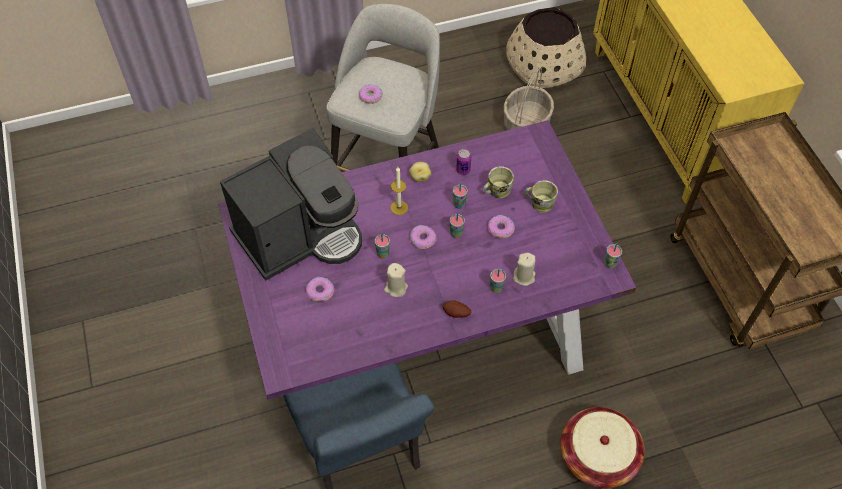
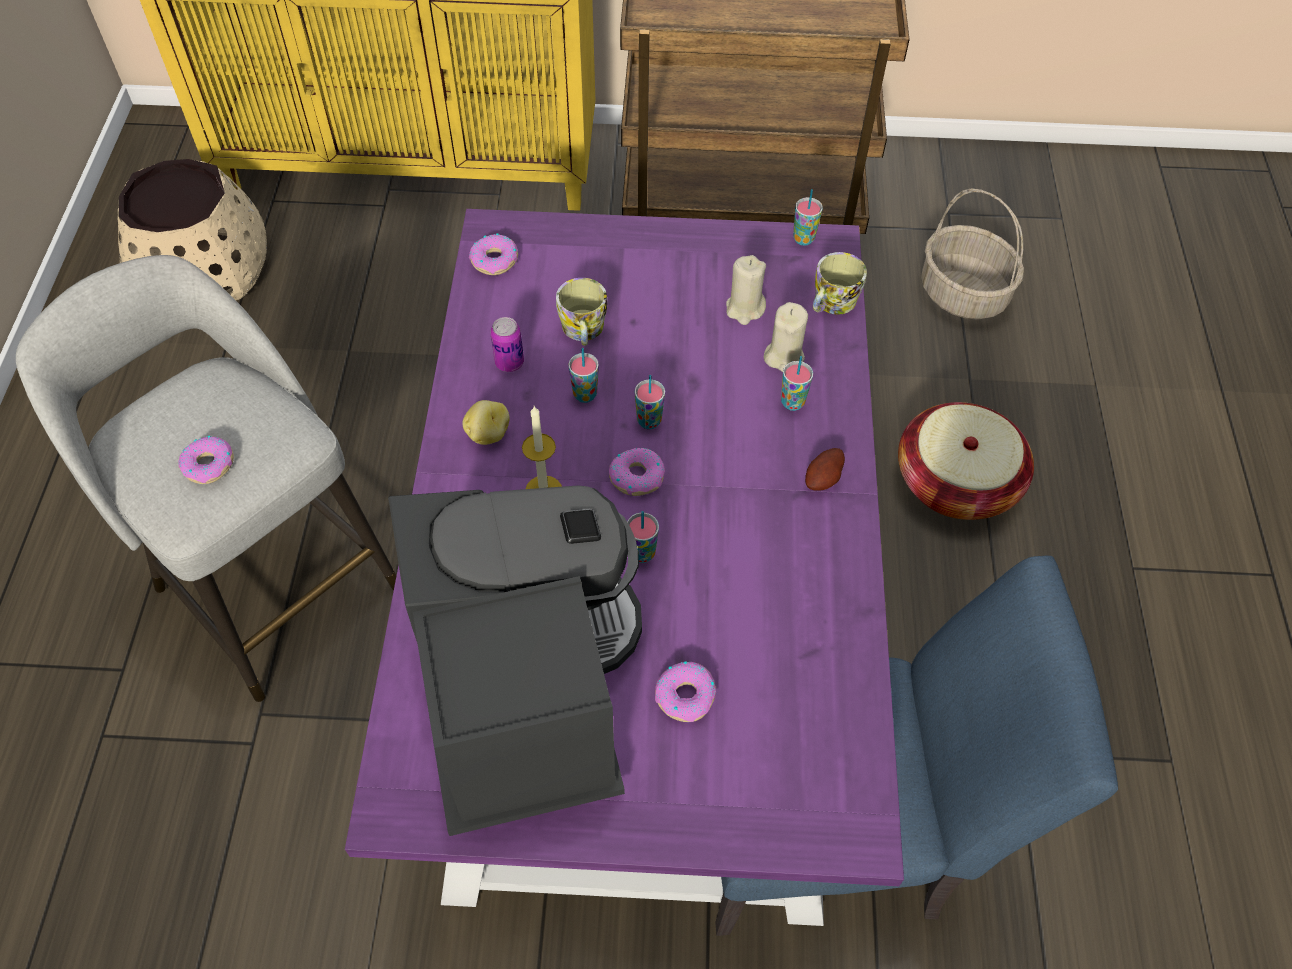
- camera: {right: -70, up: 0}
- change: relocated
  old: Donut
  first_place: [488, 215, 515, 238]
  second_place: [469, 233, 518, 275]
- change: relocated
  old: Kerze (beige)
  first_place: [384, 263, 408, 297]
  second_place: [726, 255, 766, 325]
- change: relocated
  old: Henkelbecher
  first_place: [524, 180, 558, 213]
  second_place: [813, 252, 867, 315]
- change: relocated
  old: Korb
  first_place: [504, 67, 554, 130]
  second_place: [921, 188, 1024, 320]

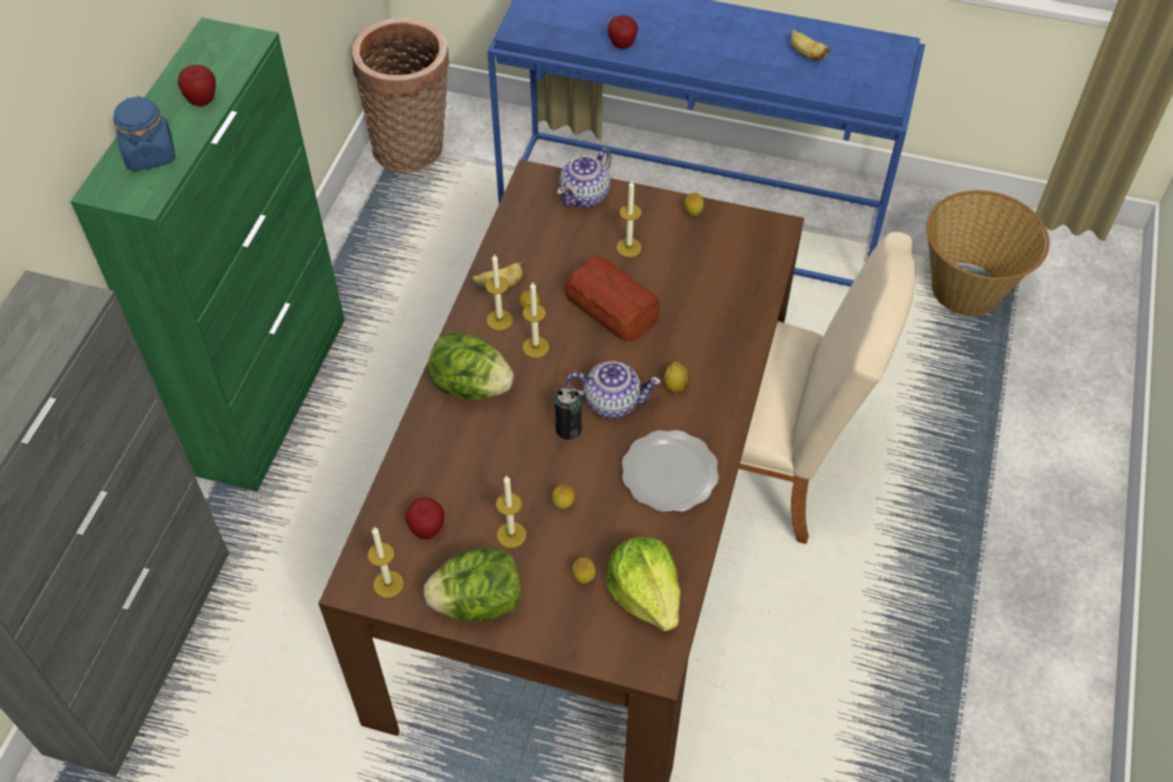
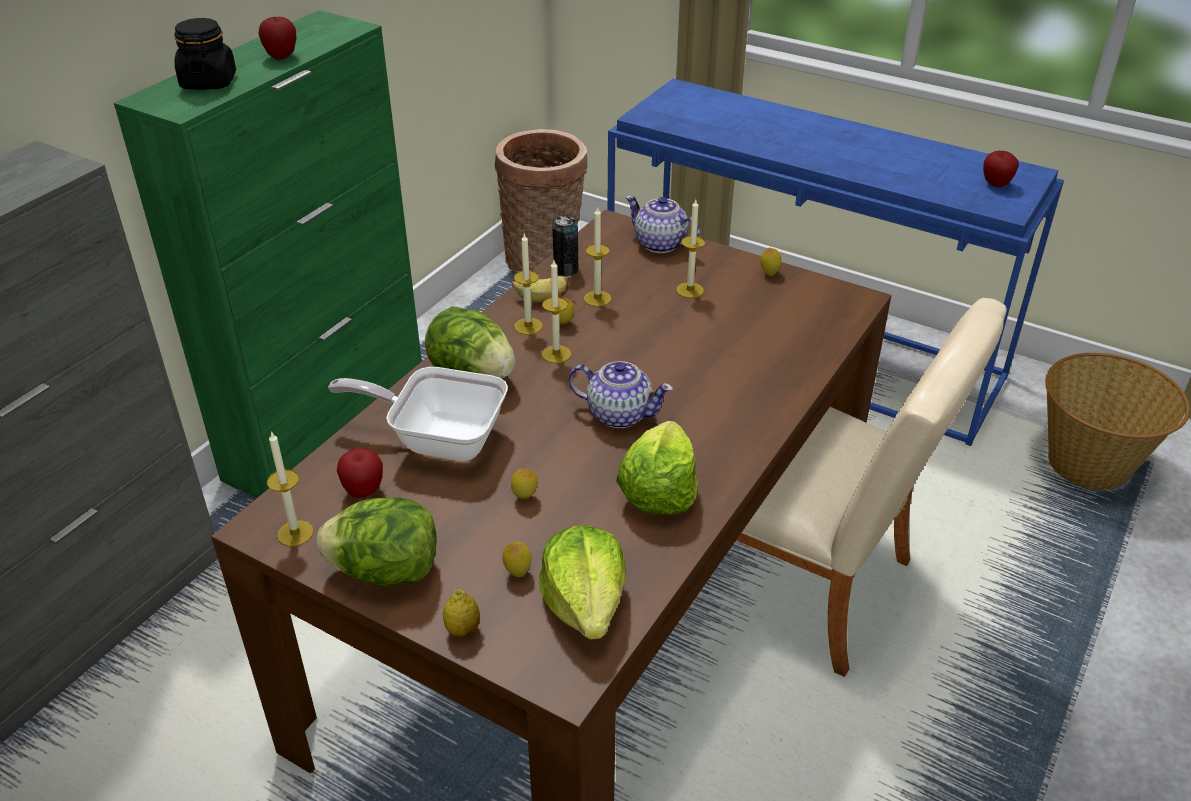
- camera: {right: 15, up: -15}
- change: colour
  old: Vorratsglas (blau)
  new: Vorratsglas (schwarz)
  first_place: [114, 95, 176, 171]
  second_place: [174, 18, 236, 90]
- change: appeared
  new: Pfanne
  second_place: [328, 367, 508, 461]
- change: relocated
  old: Zitrone
  first_place: [664, 362, 690, 393]
  second_place: [443, 589, 480, 637]
- change: relocated
  old: Dose
  first_place: [555, 387, 582, 440]
  second_place: [552, 216, 579, 276]
- change: relocated
  old: Kerze
  first_place: [496, 475, 526, 548]
  second_place: [584, 206, 611, 307]
- change: exchanged
  old: Teller
  new: Salatkopf
  first_place: [622, 430, 719, 512]
  second_place: [616, 421, 698, 515]
- change: spun
  old: Teekanne
  first_place: [557, 148, 612, 208]
  second_place: [625, 195, 700, 253]
  degrees: 75
- change: relocated
  old: Apfel
  first_place: [607, 15, 638, 49]
  second_place: [983, 151, 1019, 187]
- change: missing
  old: Brot
  first_place: [565, 255, 660, 342]
- change: missing
  old: Banane
  first_place: [791, 29, 831, 60]

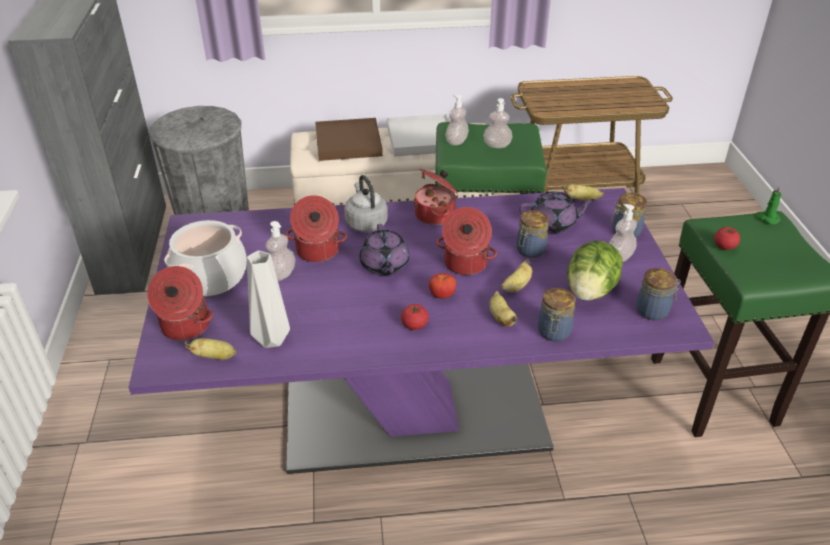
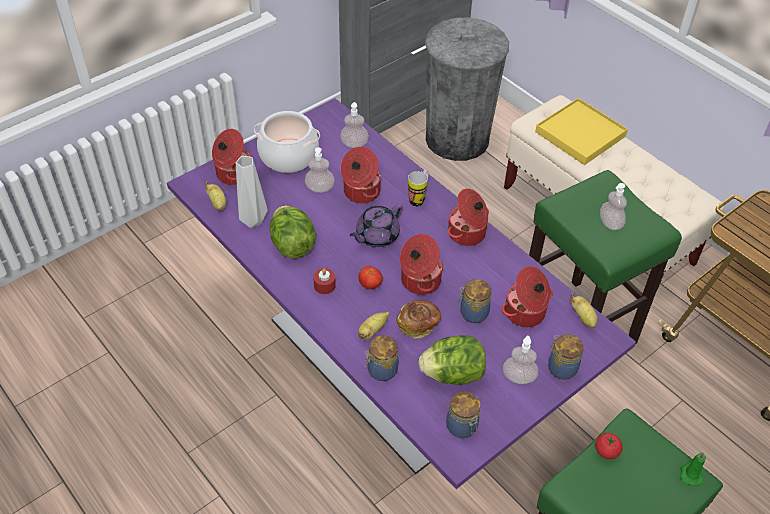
- camera: {right: 55, up: 10}
- change: appeared
  new: Salatkopf
  second_place: [270, 206, 316, 258]
- change: exchanged
  old: Tomate
  new: Kerze (rot)
  first_place: [401, 304, 429, 330]
  second_place: [313, 268, 336, 294]
- change: relocated
  old: Seifenspender
  first_place: [445, 95, 469, 146]
  second_place: [340, 102, 369, 148]
- change: exchanged
  old: Banane
  new: Brot
  first_place: [501, 259, 533, 292]
  second_place: [396, 300, 441, 338]
- change: exchanged
  old: Wasserkessel (grau)
  new: Henkelbecher
  first_place: [344, 175, 388, 232]
  second_place: [408, 170, 429, 207]
- change: exchanged
  old: Teekanne (lila)
  new: Kochtopf
  first_place: [519, 191, 595, 233]
  second_place: [502, 266, 553, 327]
- change: colour
  old: Tablett (braun)
  new: Tablett (gelb)
  first_place: [315, 118, 383, 161]
  second_place: [535, 98, 628, 165]
- change: missing
  old: Tablett (weiß)
  first_place: [387, 114, 449, 157]

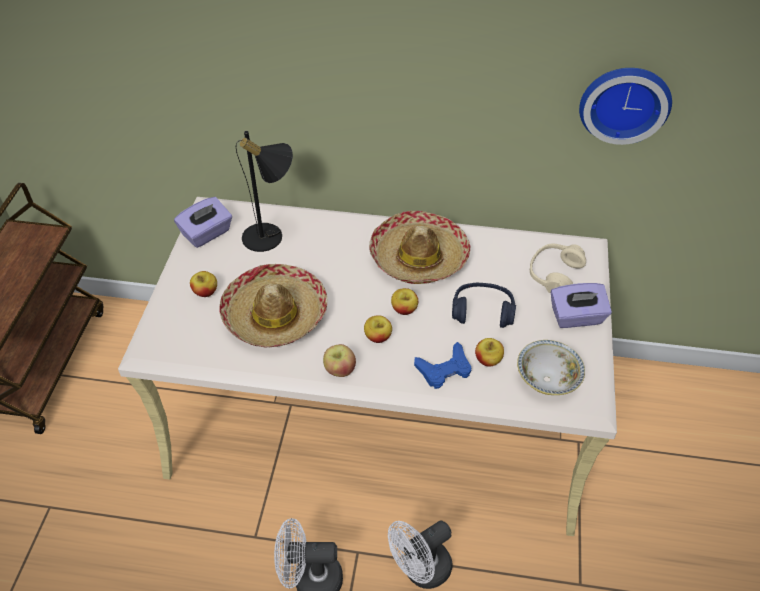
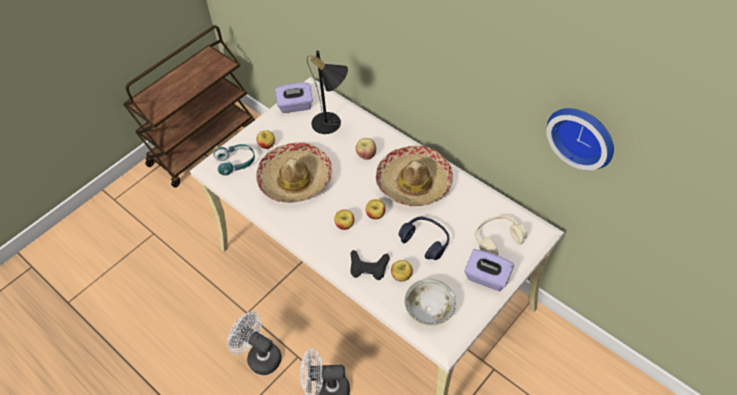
- camera: {right: 35, up: 5}
- change: appeared
  new: Kopfhörer (türkis)
  second_place: [213, 144, 255, 176]
- change: colour
  old: Gamepad (blau)
  new: Gamepad (schwarz)
  first_place: [414, 342, 471, 389]
  second_place: [350, 250, 390, 280]
- change: relocated
  old: Apfel
  first_place: [323, 344, 356, 377]
  second_place: [355, 138, 376, 160]

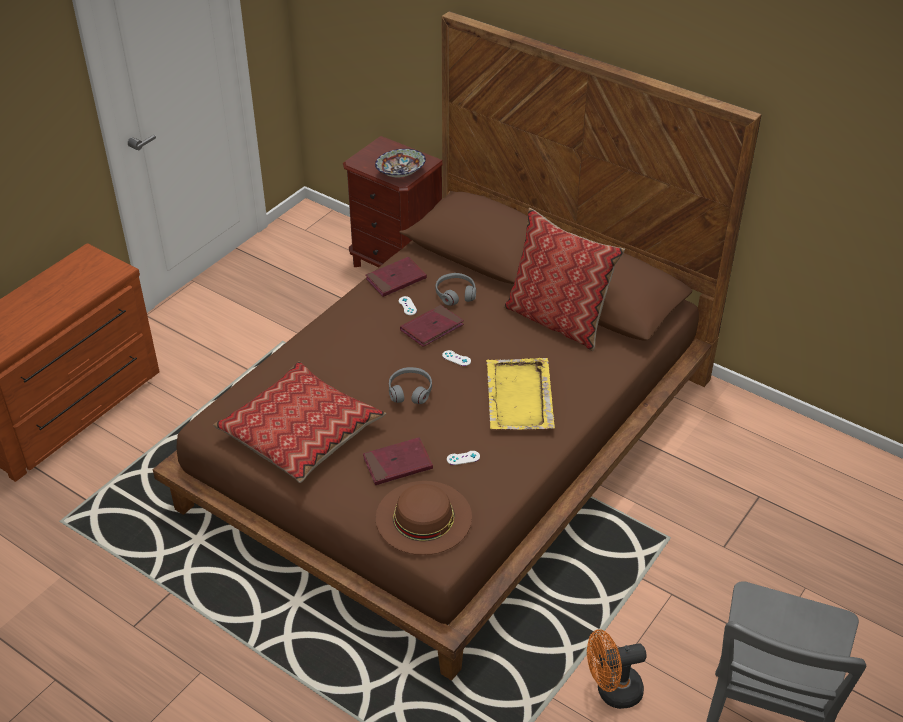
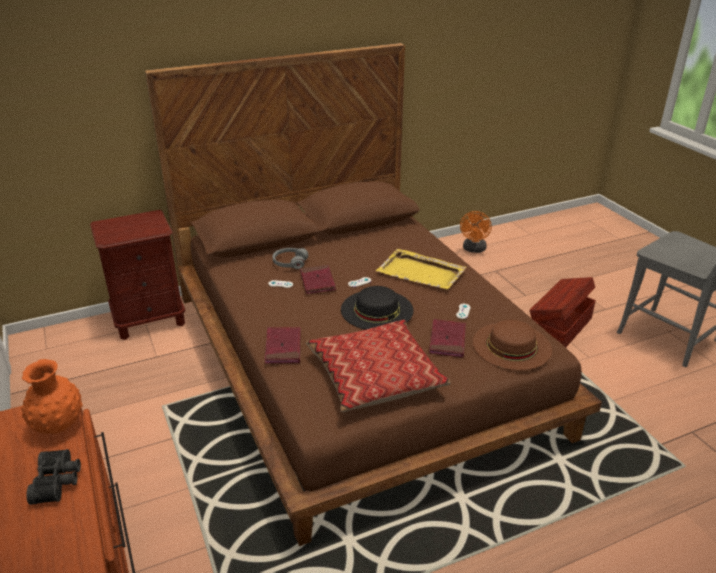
- camera: {right: -60, up: -10}
- change: appeared
  new: Vase (orange)
  second_place: [21, 359, 83, 434]
- change: appeared
  new: Fernglas (schwarz)
  second_place: [27, 449, 81, 505]
- change: relocated
  old: Buch (rot)
  first_place: [365, 257, 427, 297]
  second_place: [265, 327, 301, 364]
- change: exchanged
  old: Kopfhörer (grau)
  new: Hut (schwarz)
  first_place: [389, 367, 432, 404]
  second_place: [341, 286, 413, 330]
- change: relocated
  old: Ventilator (orange)
  first_place: [587, 629, 647, 709]
  second_place: [460, 211, 492, 253]
- change: appeared
  new: Aufbewahrungsbox (braun)
  second_place: [529, 277, 596, 347]
- change: missing
  old: Schüssel
  first_place: [375, 149, 426, 177]
- change: missing
  old: Kissen
  first_place: [504, 208, 625, 351]

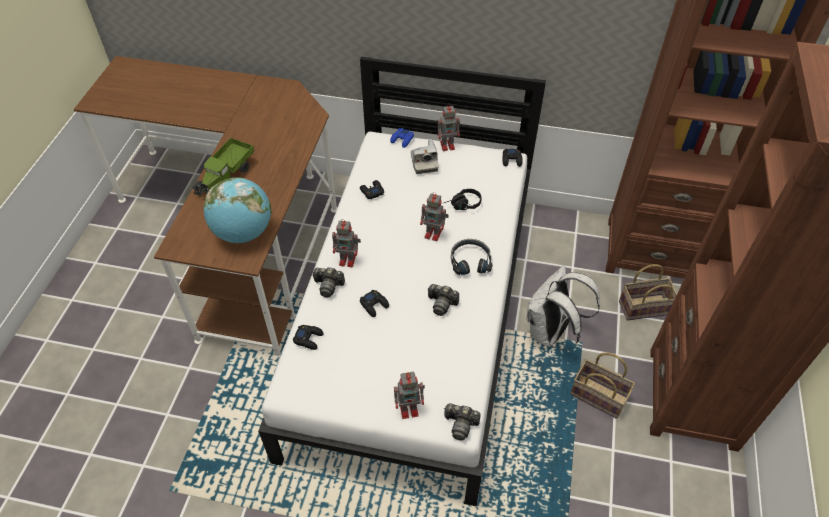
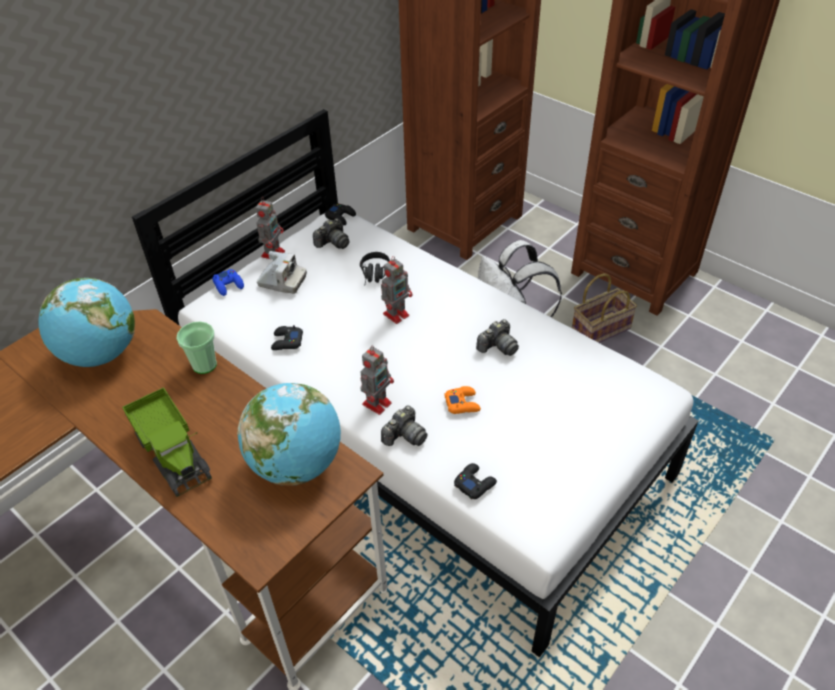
- camera: {right: -60, up: -5}
- change: appeared
  new: Globus
  second_place: [38, 278, 135, 367]
- change: appeared
  new: Tasse
  second_place: [176, 321, 217, 374]
- change: relocated
  old: Kamera
  first_place: [444, 403, 480, 441]
  second_place: [313, 218, 349, 249]
- change: colour
  old: Gamepad (schwarz)
  new: Gamepad (orange)
  first_place: [360, 290, 389, 317]
  second_place: [444, 386, 481, 414]
- change: missing
  old: Spielzeugroboter
  first_place: [394, 372, 425, 419]
- change: missing
  old: Kopfhörer (schwarz)
  first_place: [451, 239, 493, 275]
- change: missing
  old: Korb
  first_place: [619, 264, 677, 320]

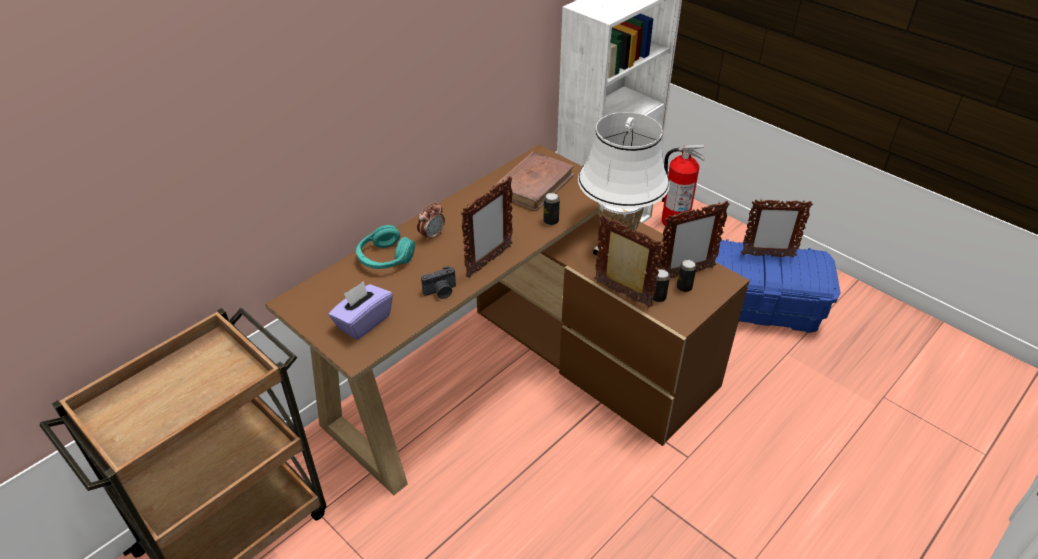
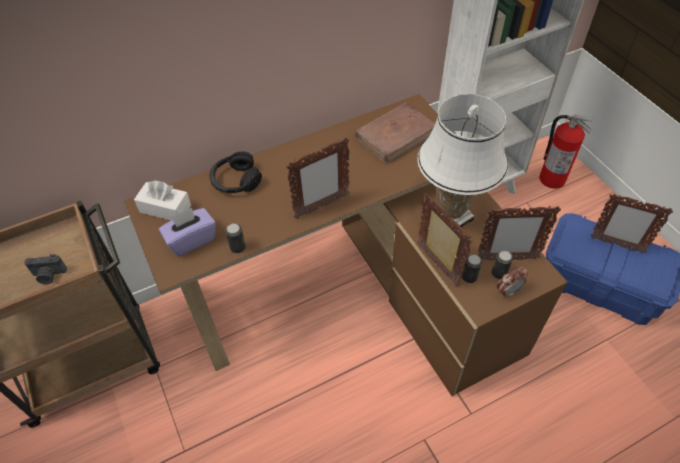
- camera: {right: 20, up: 10}
- change: relocated
  old: Kamera
  first_place: [421, 266, 456, 299]
  second_place: [24, 254, 67, 284]
- change: appeared
  new: Taschentuchbox (weiß)
  second_place: [134, 181, 191, 220]
- change: colour
  old: Kopfhörer (türkis)
  new: Kopfhörer (schwarz)
  first_place: [356, 225, 415, 269]
  second_place: [209, 152, 262, 193]
- change: relocated
  old: Dose
  first_place: [543, 193, 560, 225]
  second_place: [225, 223, 246, 253]
- change: relocated
  old: Wecker
  first_place: [417, 202, 445, 242]
  second_place: [497, 267, 528, 299]

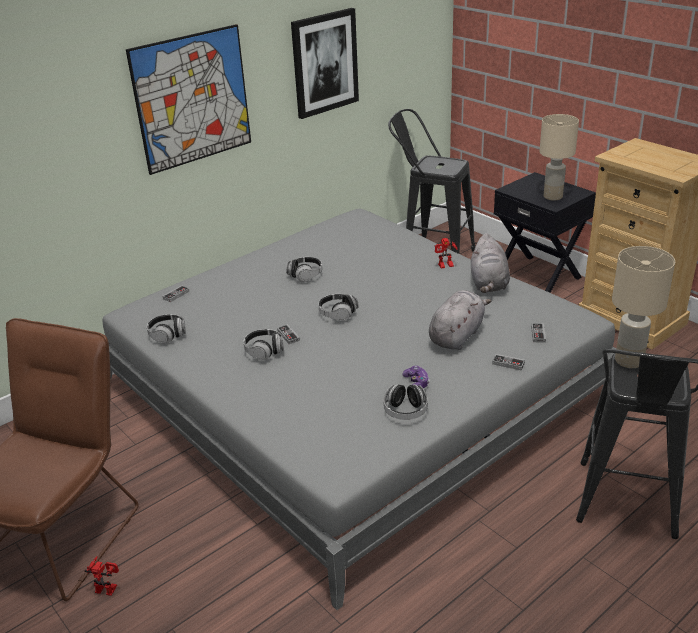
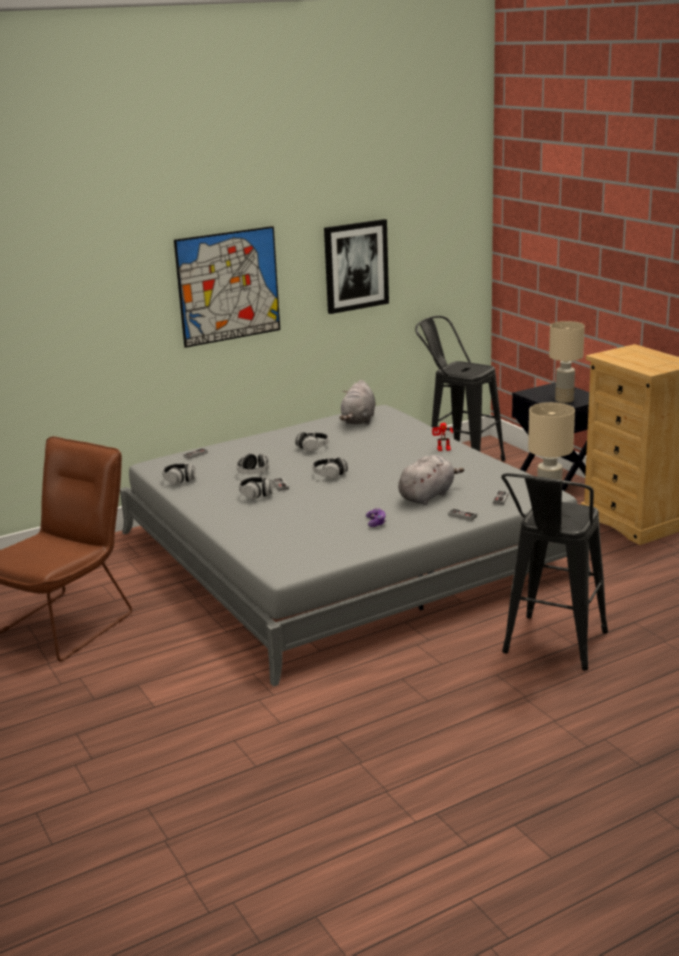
- camera: {right: 10, up: -10}
- change: relocated
  old: Kopfhörer
  first_place: [384, 384, 428, 420]
  second_place: [236, 453, 269, 474]
- change: relocated
  old: Plüschtier (grau)
  first_place: [471, 233, 510, 293]
  second_place: [339, 380, 376, 424]
- change: missing
  old: Spielzeugroboter
  first_place: [84, 557, 119, 596]

